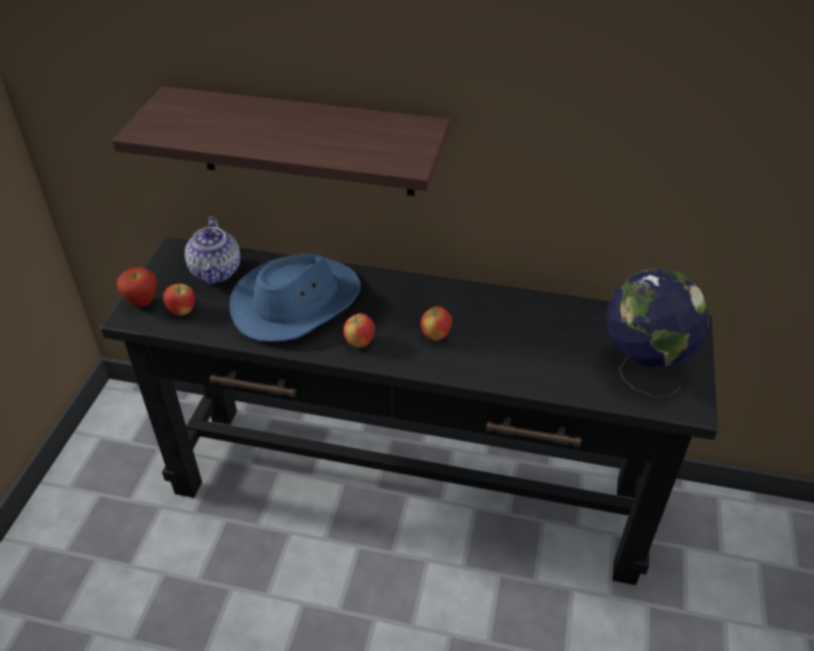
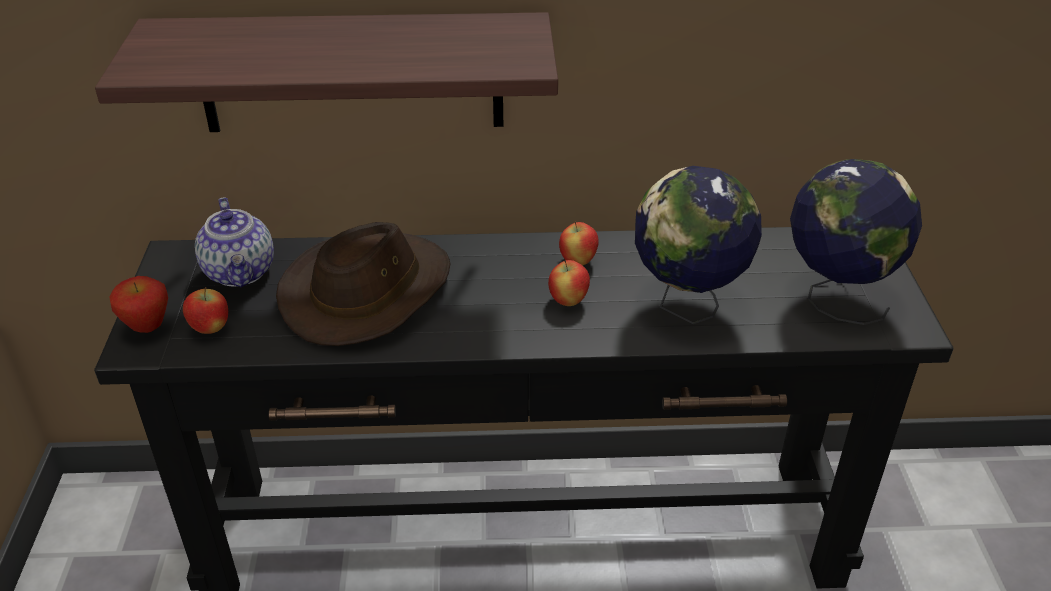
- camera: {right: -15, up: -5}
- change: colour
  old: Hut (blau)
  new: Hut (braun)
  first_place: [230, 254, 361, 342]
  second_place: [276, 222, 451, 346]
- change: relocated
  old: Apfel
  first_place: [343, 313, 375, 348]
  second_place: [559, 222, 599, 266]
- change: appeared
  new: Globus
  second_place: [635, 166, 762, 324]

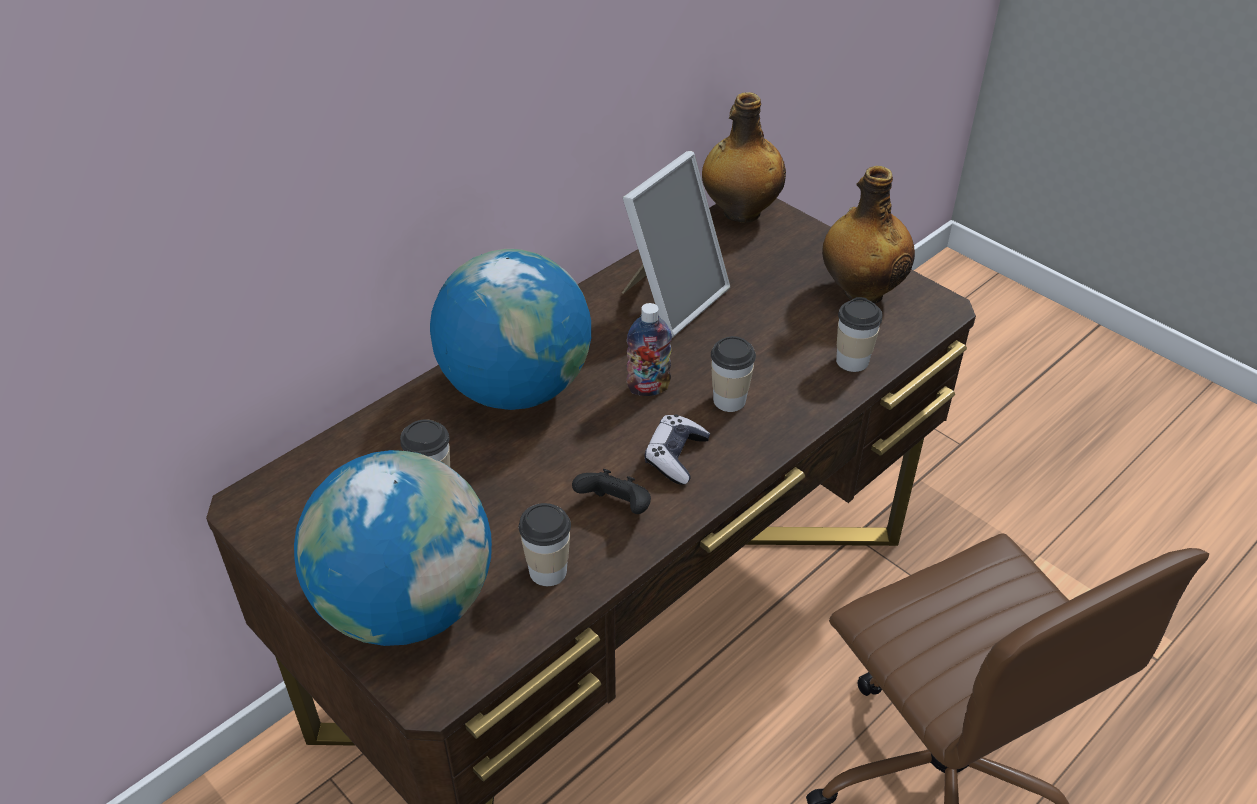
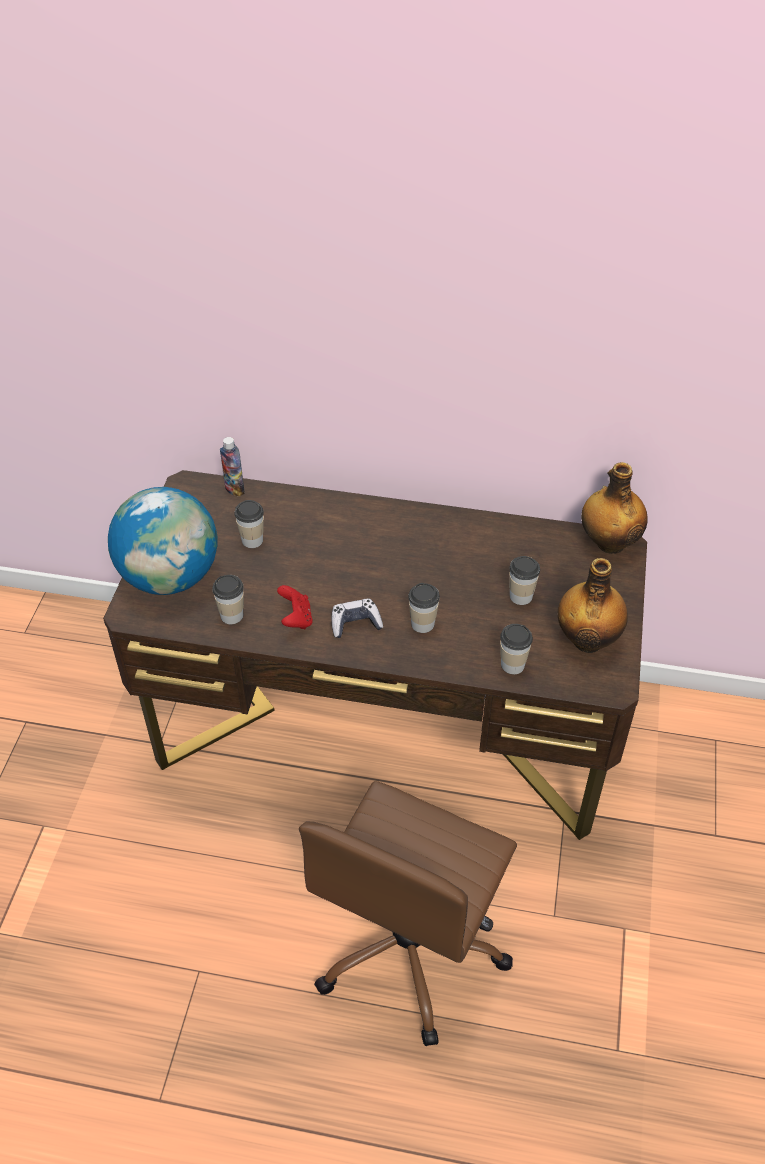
- camera: {right: 55, up: 5}
- change: relocated
  old: Flasche
  first_place: [627, 303, 672, 396]
  second_place: [220, 437, 245, 497]
- change: colour
  old: Gamepad (schwarz)
  new: Gamepad (rot)
  first_place: [572, 469, 651, 514]
  second_place: [277, 585, 313, 629]
- change: appeared
  new: Tasse
  second_place: [509, 556, 540, 605]
- change: missing
  old: Globus
  first_place: [430, 249, 591, 410]
- change: missing
  old: Bilderrahmen
  first_place: [622, 151, 730, 338]

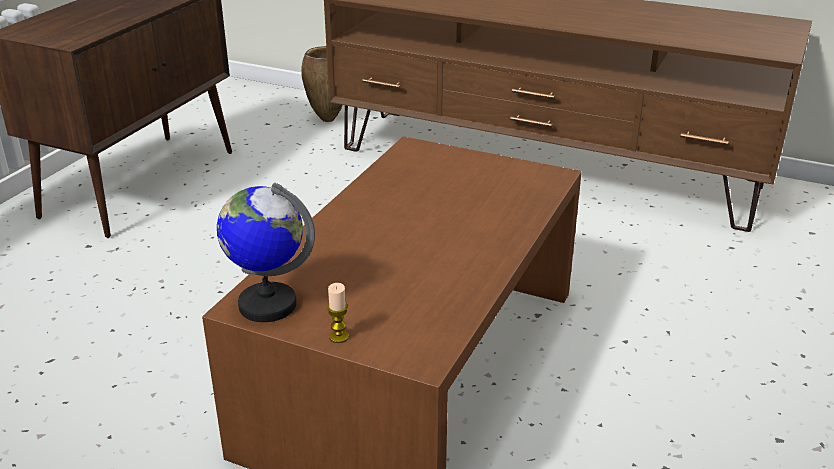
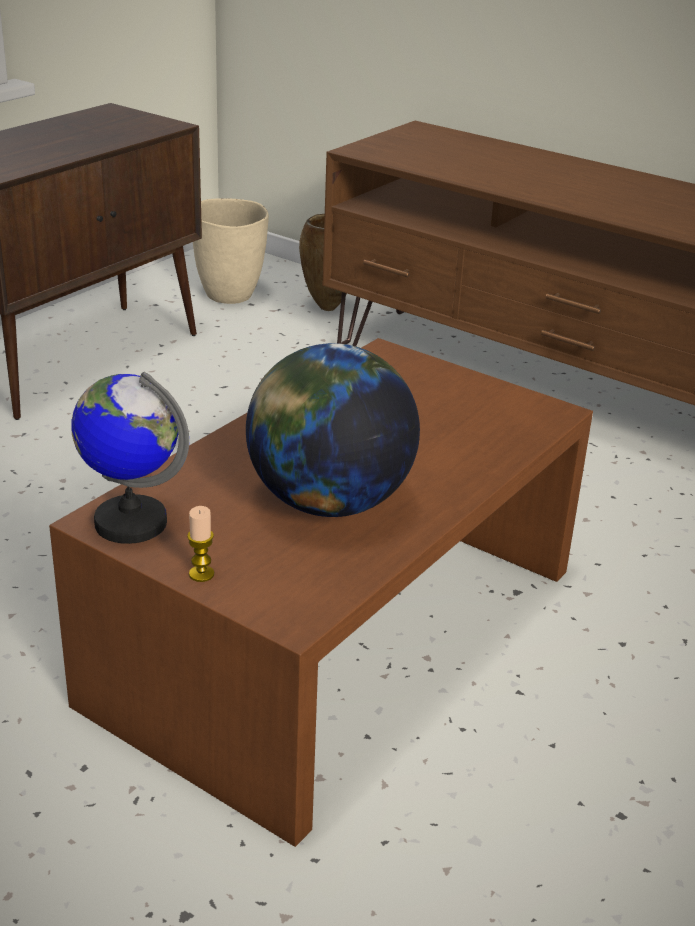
- camera: {right: 10, up: 0}
- change: appeared
  new: Vase (beige)
  second_place: [193, 198, 269, 304]
- change: appeared
  new: Globus
  second_place: [246, 343, 420, 517]

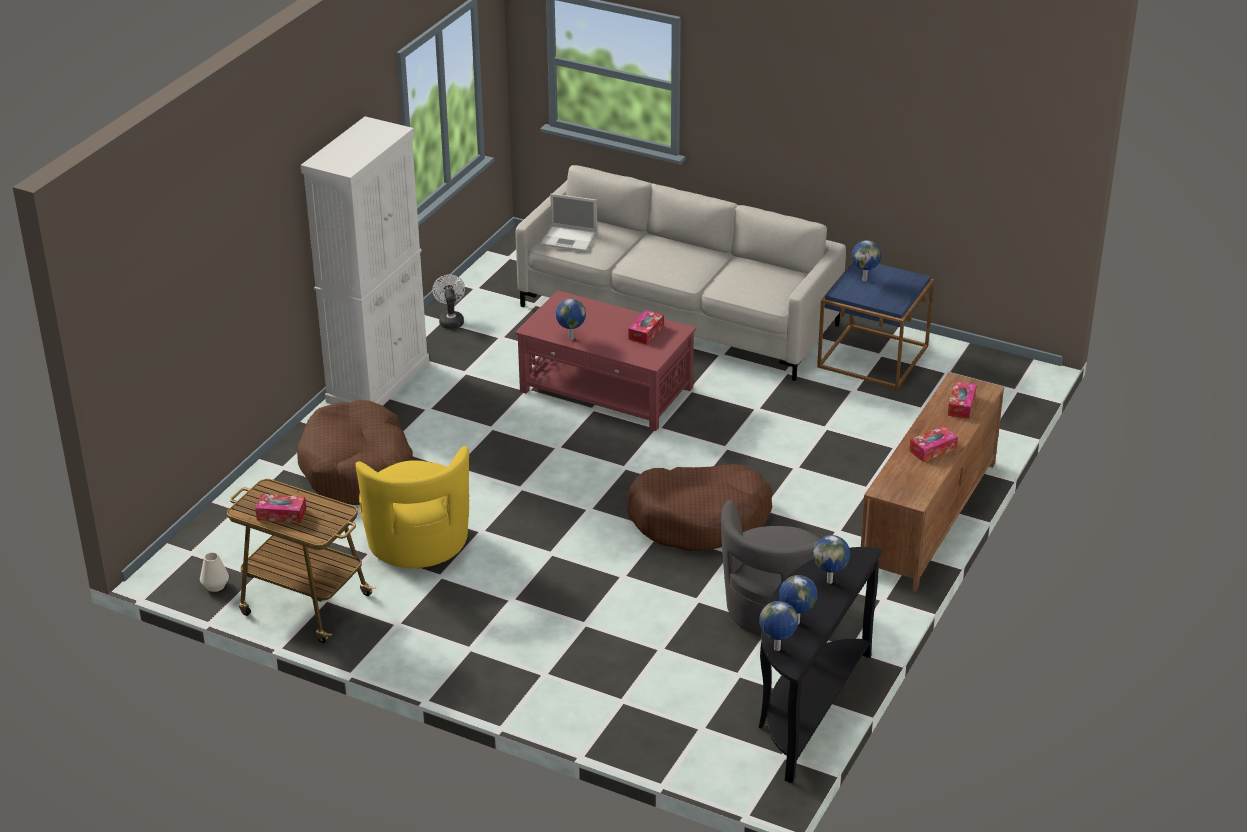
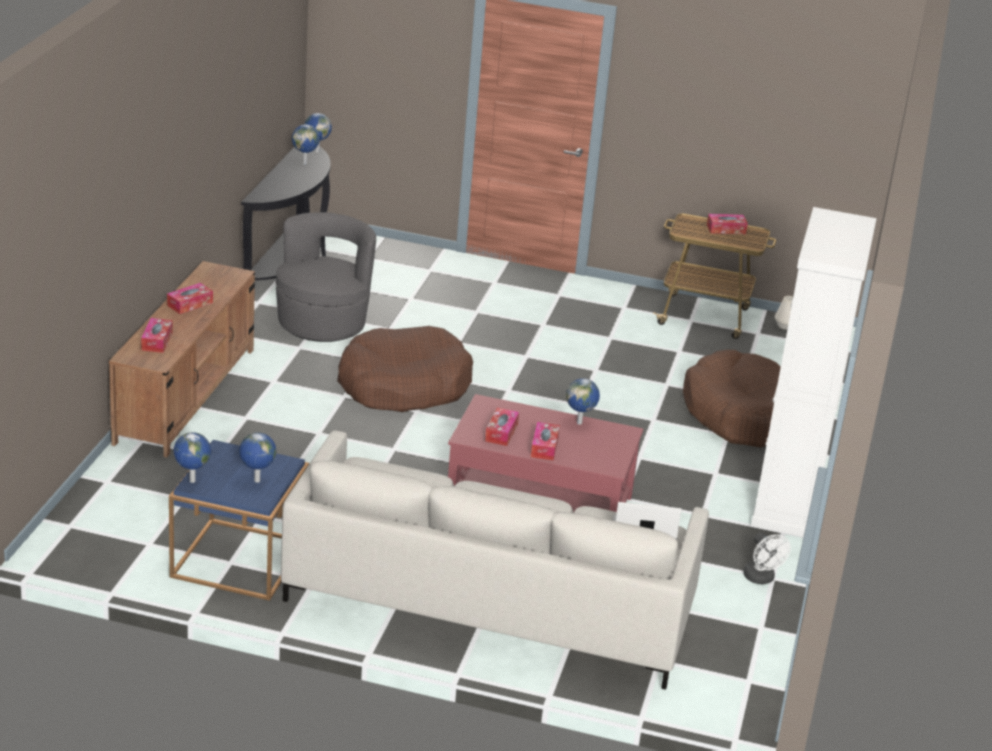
- camera: {right: 165, up: -5}
- change: relocated
  old: Globus
  first_place: [813, 535, 850, 584]
  second_place: [173, 432, 211, 483]
- change: appeared
  new: Taschentuchbox
  second_place: [531, 422, 560, 461]
- change: missing
  old: Sessel (gelb)
  first_place: [355, 446, 470, 568]

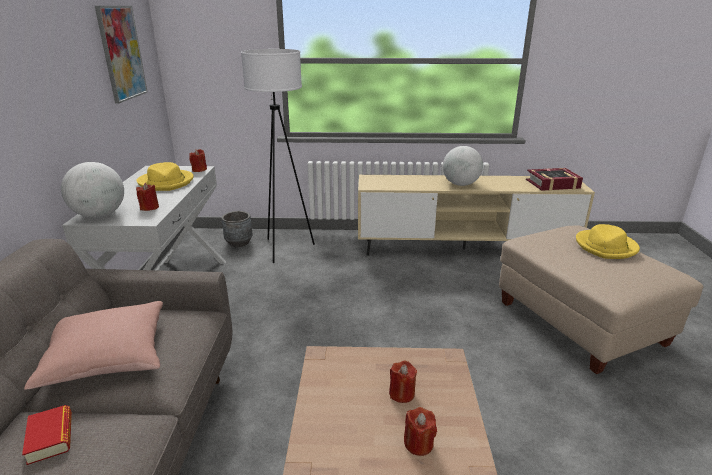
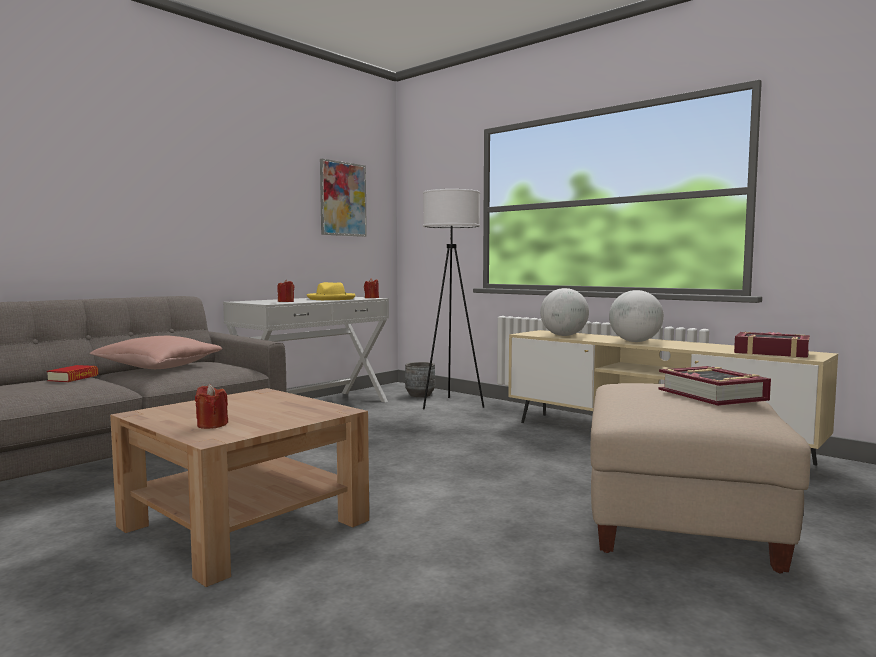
- camera: {right: 40, up: -20}
- change: relocated
  old: Globus
  first_place: [61, 162, 124, 218]
  second_place: [540, 288, 589, 336]
- change: exchanged
  old: Hut (gelb)
  new: Buch
  first_place: [576, 224, 640, 259]
  second_place: [659, 366, 771, 406]
- change: missing
  old: Kerze (rot)
  first_place: [389, 361, 417, 403]

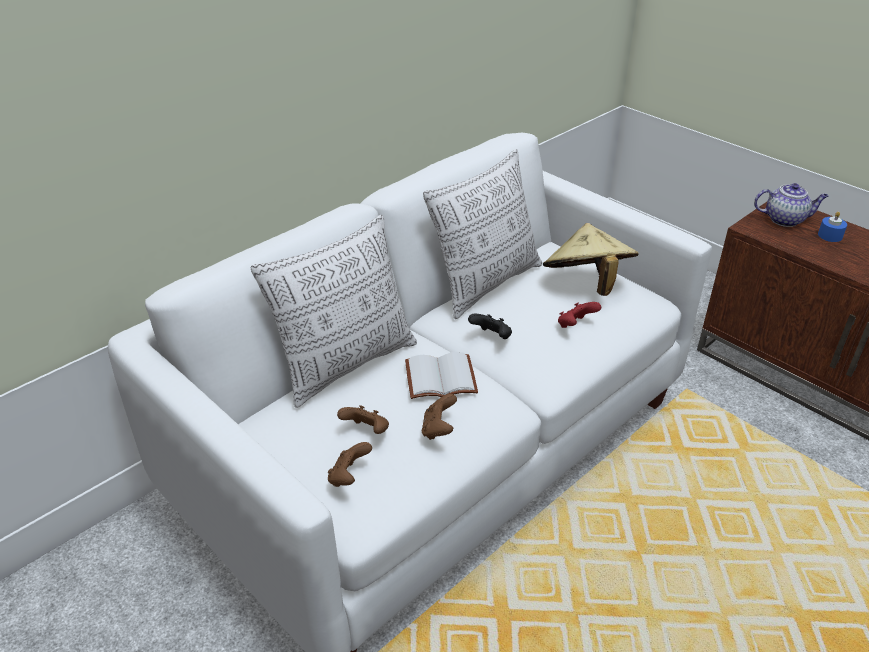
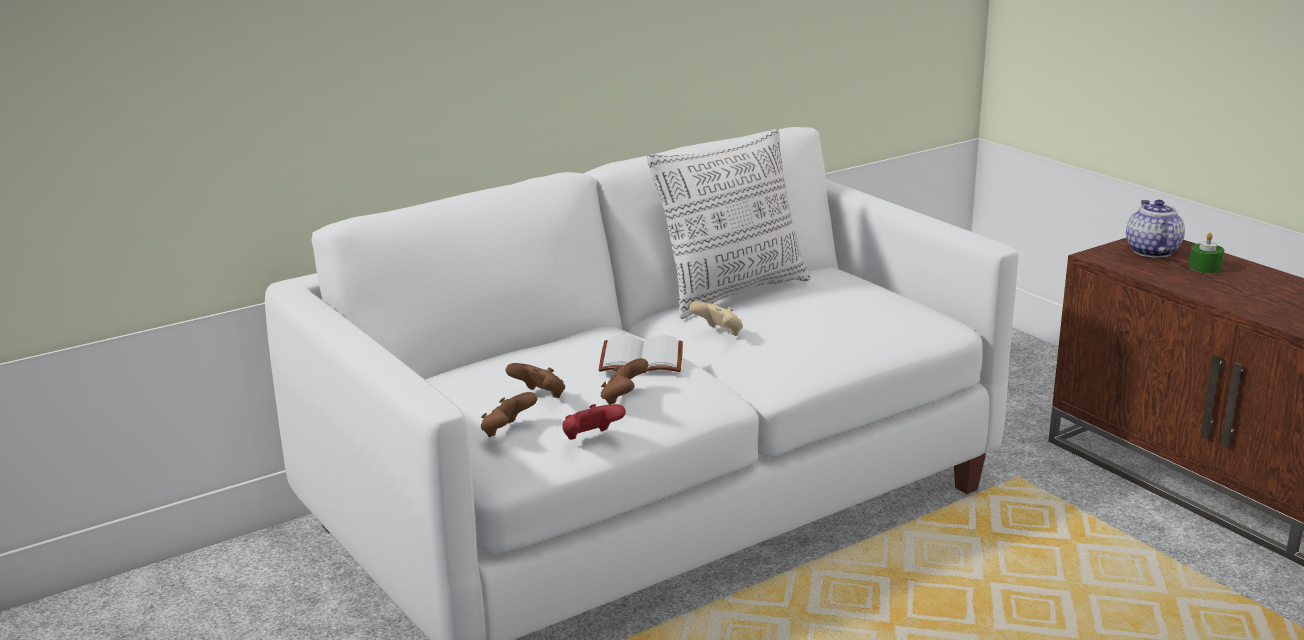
- camera: {right: 10, up: -15}
- change: relocated
  old: Gamepad (rot)
  first_place: [558, 302, 601, 328]
  second_place: [562, 404, 626, 440]
- change: colour
  old: Gamepad (schwarz)
  new: Gamepad (beige)
  first_place: [468, 314, 512, 339]
  second_place: [690, 301, 743, 336]
- change: spun
  old: Teekanne
  first_place: [754, 183, 829, 227]
  second_place: [1126, 200, 1185, 258]
  degrees: -105
- change: colour
  old: Kerze (blau)
  new: Kerze (grün)
  first_place: [818, 211, 847, 242]
  second_place: [1189, 233, 1224, 273]
- change: missing
  old: Kissen
  first_place: [251, 215, 417, 408]
- change: missing
  old: Hut (beige)
  first_place: [543, 223, 639, 296]

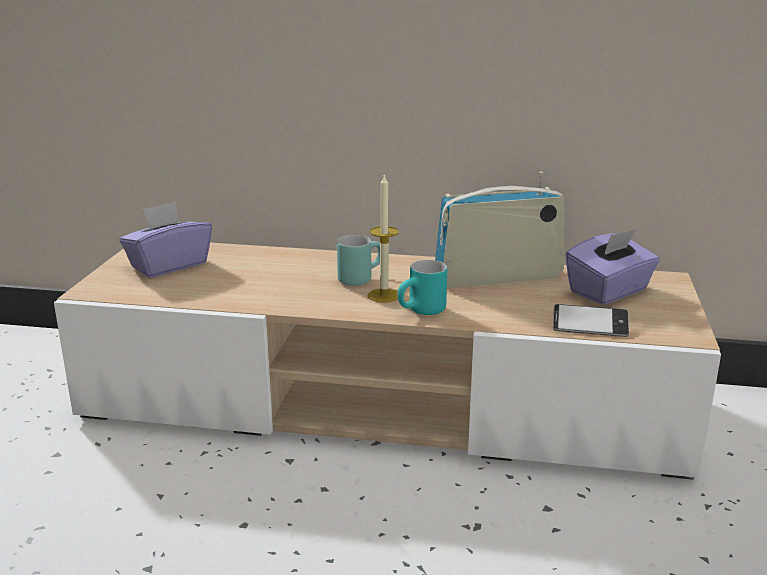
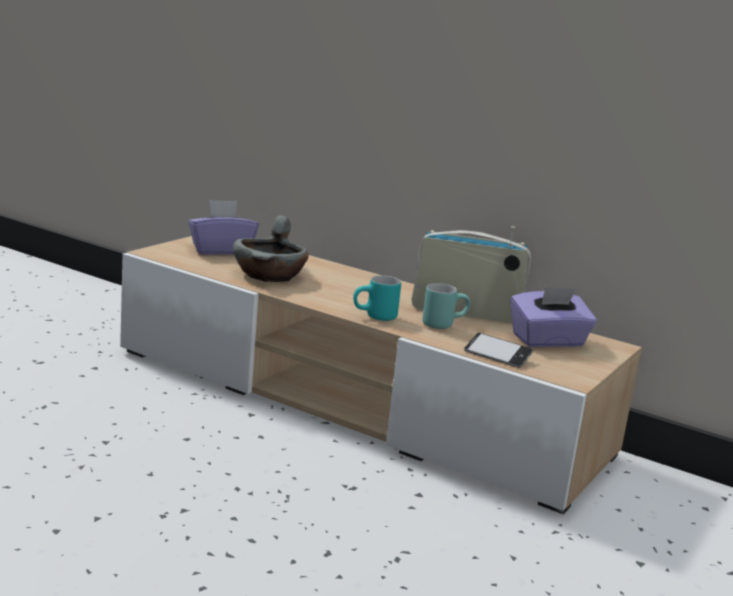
- camera: {right: 20, up: -5}
- change: appeared
  new: Schüssel (grau)
  second_place: [233, 216, 308, 282]
- change: relocated
  old: Henkelbecher (türkis)
  first_place: [337, 235, 380, 286]
  second_place: [422, 283, 470, 329]
- change: missing
  old: Kerze
  first_place: [368, 173, 399, 303]

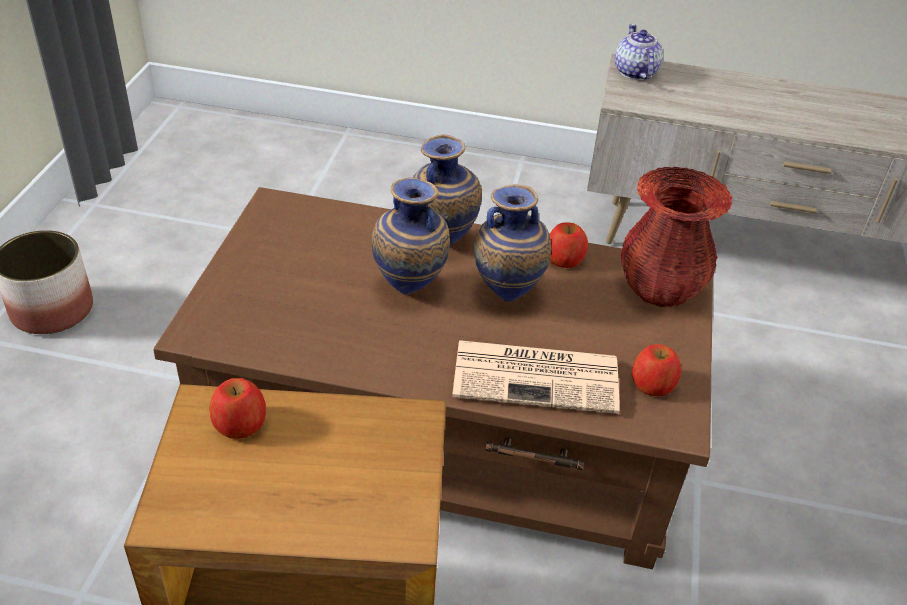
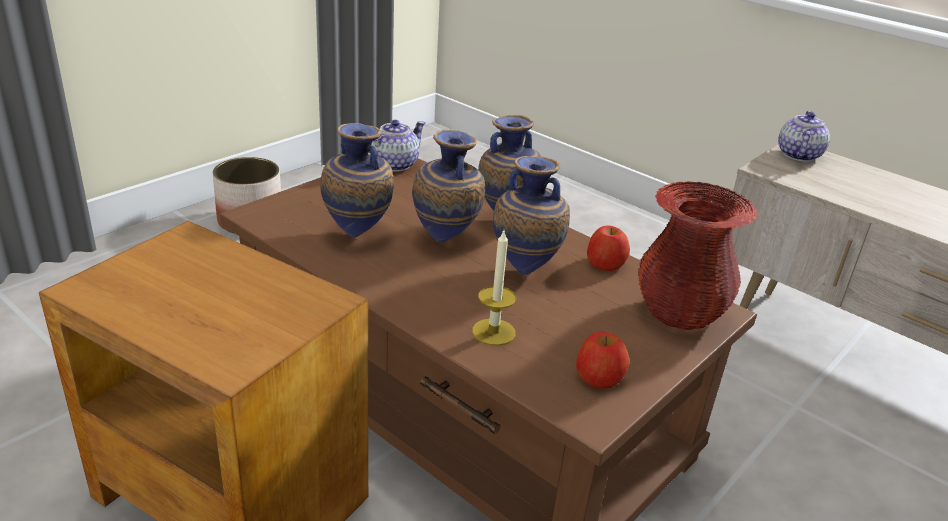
- camera: {right: 30, up: -10}
- change: appeared
  new: Vase
  second_place: [320, 123, 394, 238]
- change: appeared
  new: Teekanne
  second_place: [371, 120, 425, 172]
- change: exchanged
  old: Zeitung
  new: Kerze
  first_place: [452, 340, 620, 414]
  second_place: [472, 231, 516, 346]
- change: missing
  old: Apfel
  first_place: [210, 378, 266, 439]

